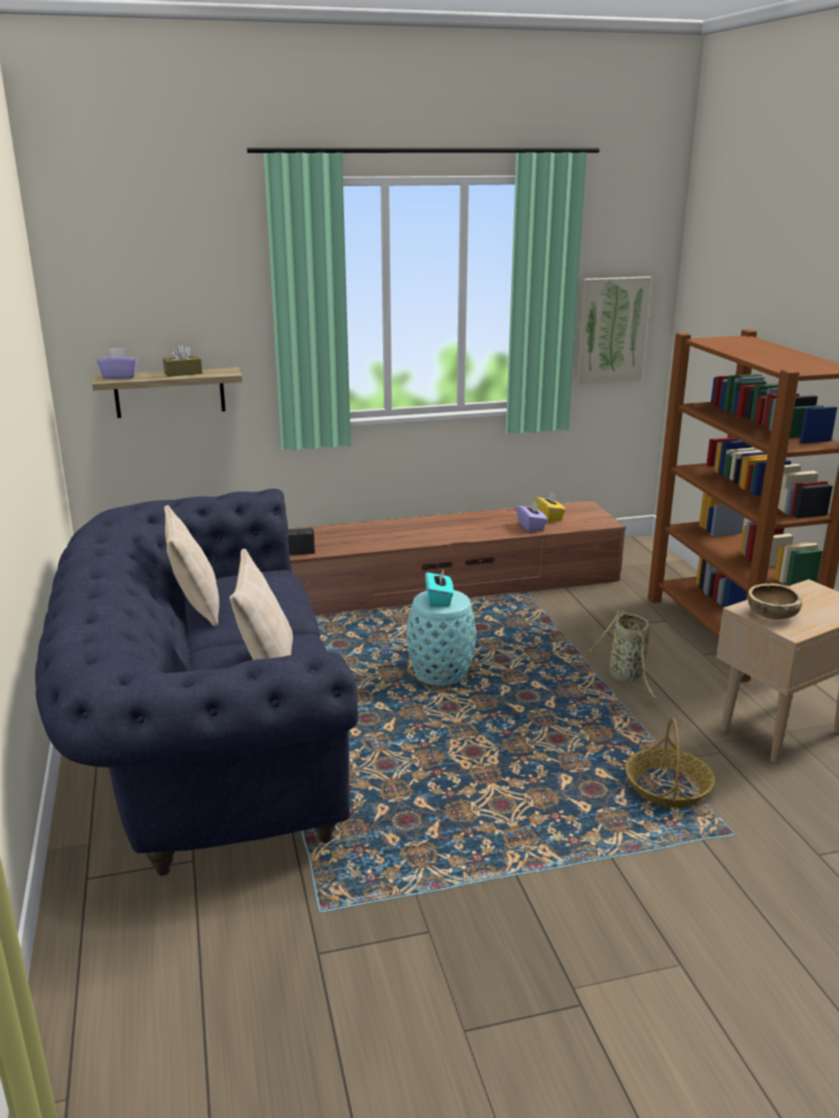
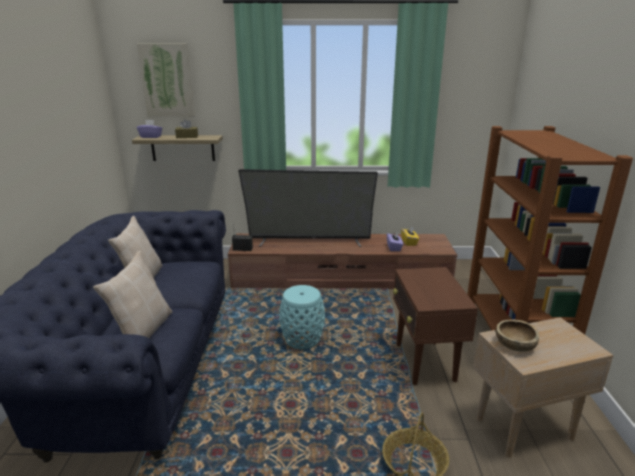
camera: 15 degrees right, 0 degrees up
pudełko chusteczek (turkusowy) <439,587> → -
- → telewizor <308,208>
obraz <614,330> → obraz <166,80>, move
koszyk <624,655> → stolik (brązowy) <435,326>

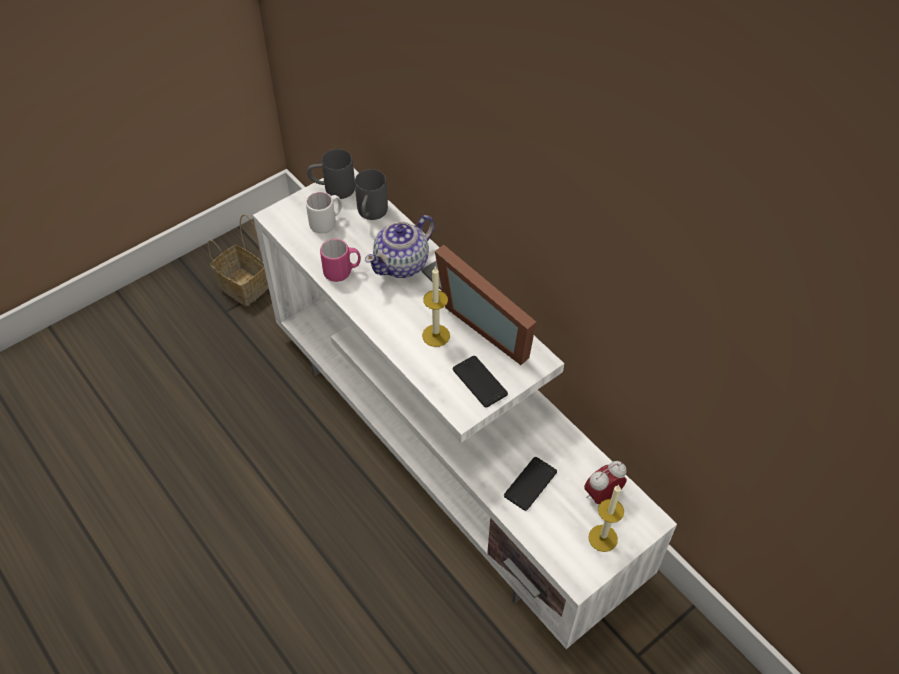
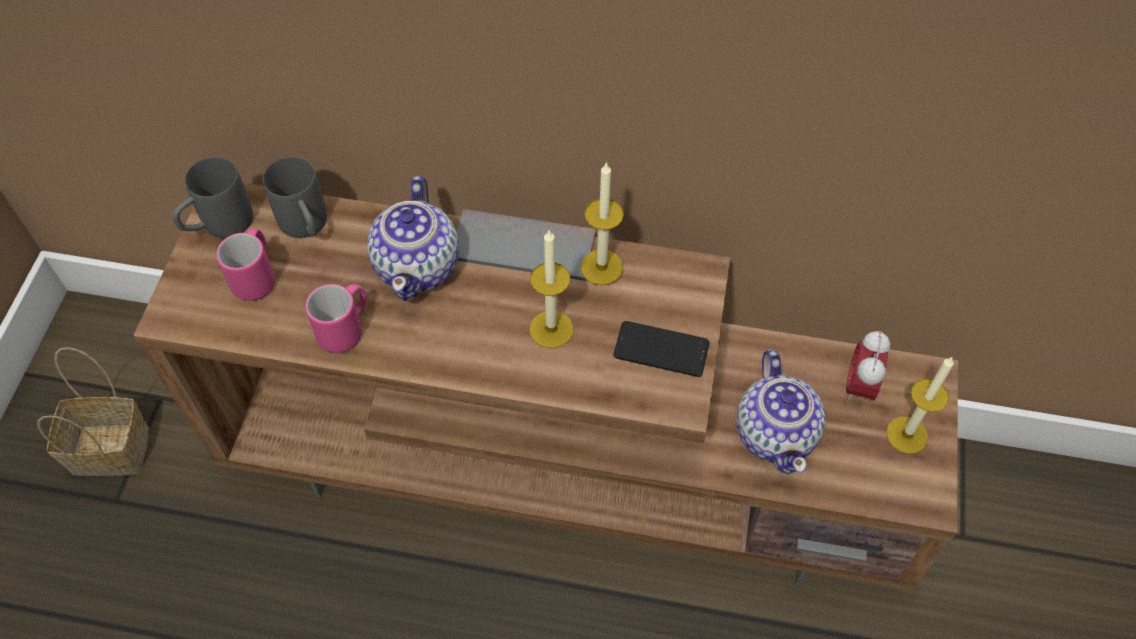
camera: 40 degrees left, 5 degrees up
ramka na zdjęcie <485,305> → świeca <602,223>
telefon <530,484> → imbryk <781,411>
szafka pod telewizor (biały) <465,409> → szafka pod telewizor (brązowy) <545,386>
kubek (biały) <324,213> → kubek (różowy) <245,264>

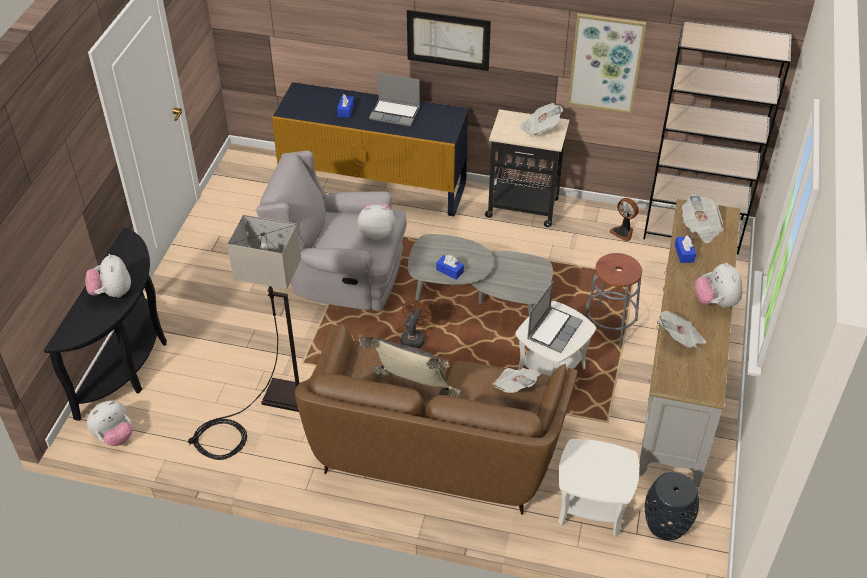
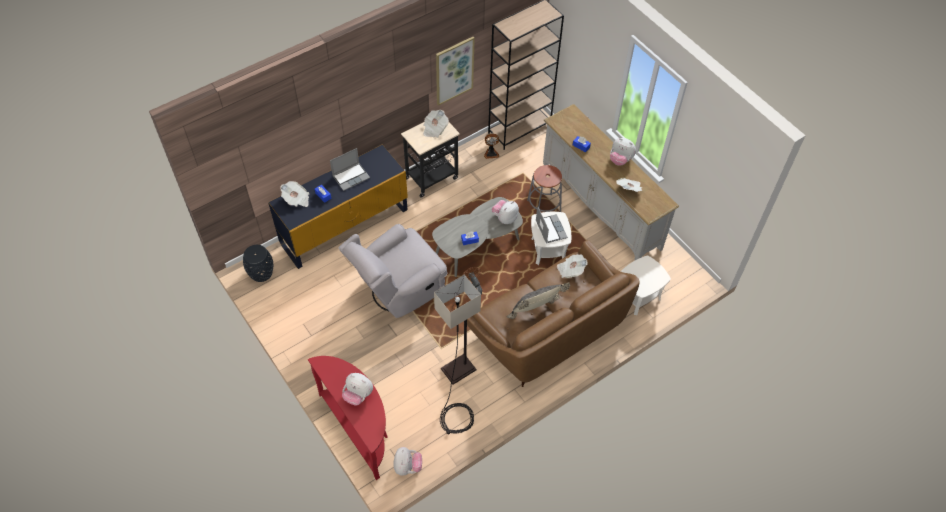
camera: 50 degrees left, 10 degrees up
obraz <449,40> → -
pluszak <377,222> → pluszak <505,212>, move
stołek (czarny) <672,506> → stołek (czarny) <258,263>, move
gazeta <703,218> → gazeta <294,194>, move
stolik konsolowy (czarny) <105,324> → stolik konsolowy (czerwony) <348,418>

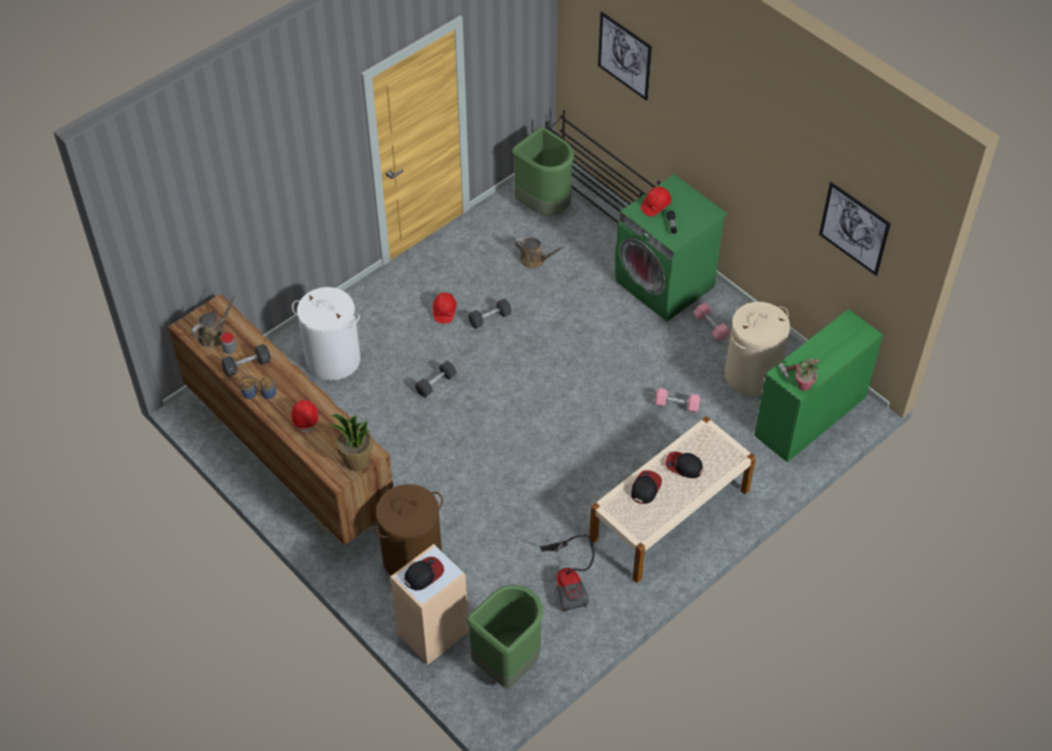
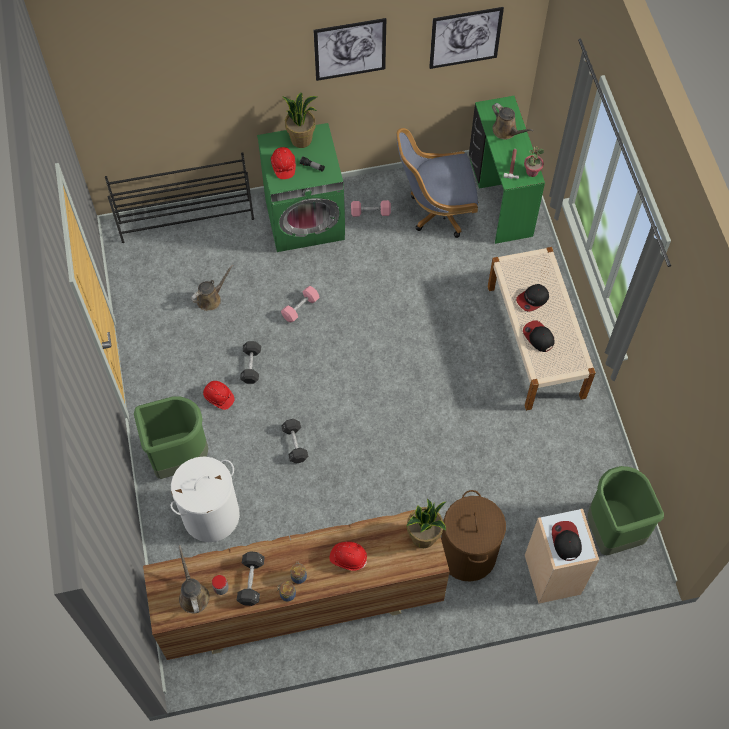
camera: 60 degrees left, 10 degrees up
odkurzacz <567,573> → -
- → roślina doniczkowa <299,120>
- → konewka (brązowy) <513,121>
kosz na śmieci (zielony) <543,171> → kosz na śmieci (zielony) <171,437>, move
obraz <625,56> → obraz <350,49>, move
hantel (różowy) <677,400> → hantel (różowy) <300,304>, move
kosz na pranie (beżowy) <757,349> → krzesło biurowe (niebieski) <437,183>

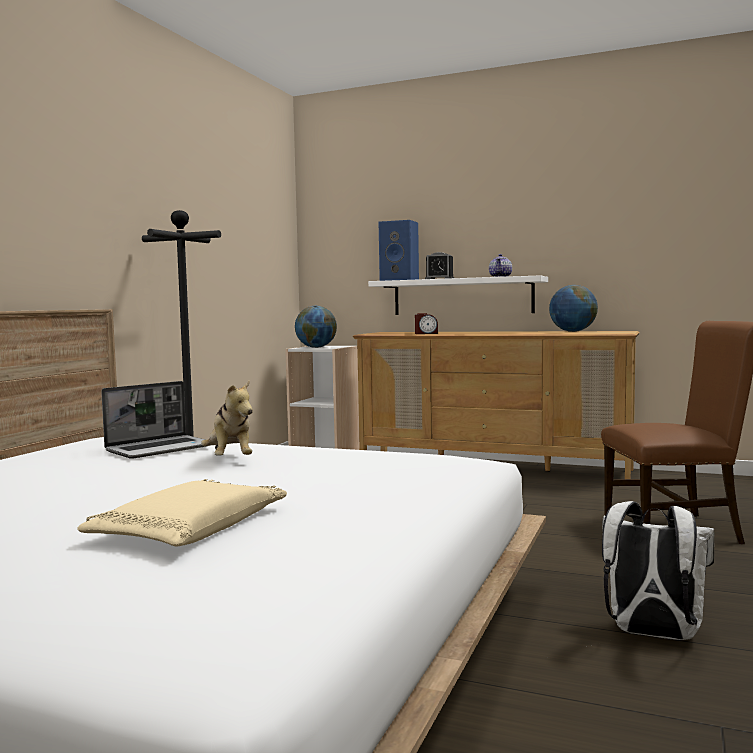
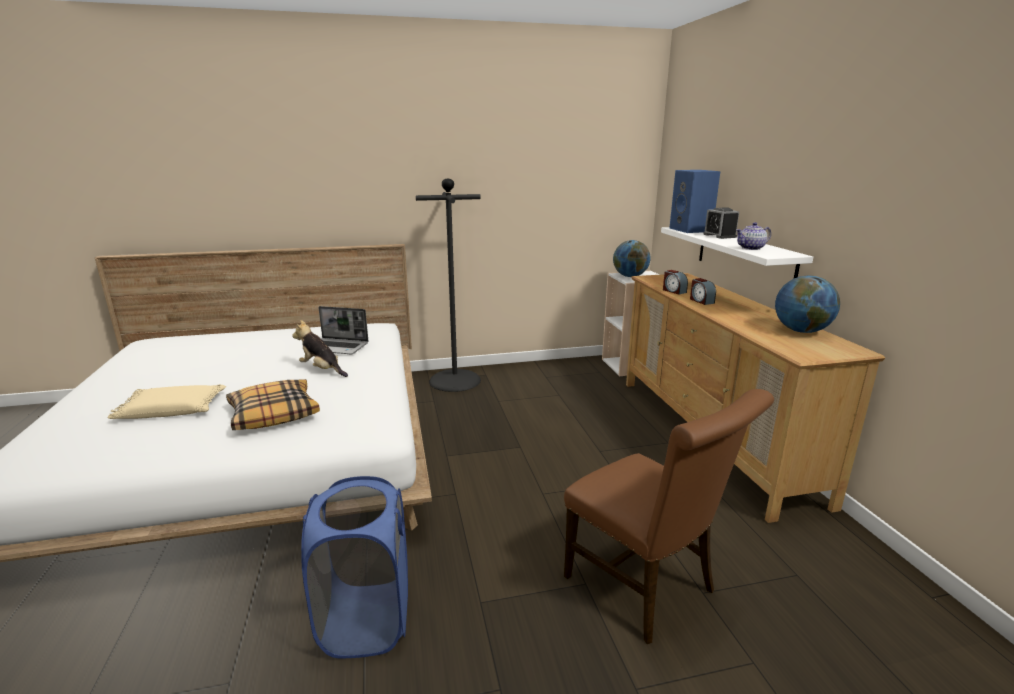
camera: 55 degrees right, 15 degrees up
- → poduszka <273,404>
- → budzik <703,291>
plecak (biały) <658,570> → kosz na pranie (niebieski) <354,567>
pluszak <227,418> → pluszak <320,348>, 90 degrees clockwise

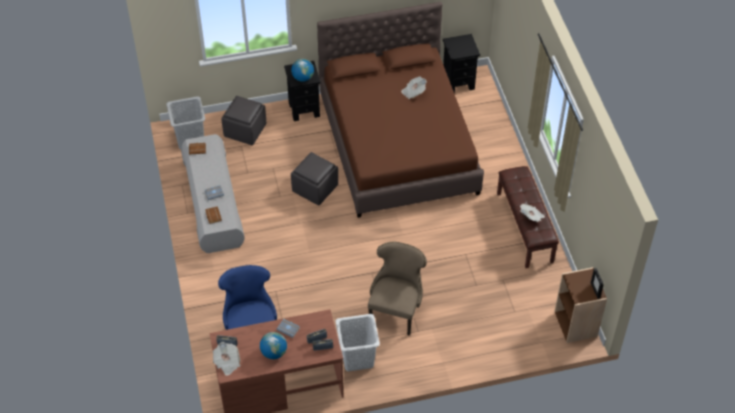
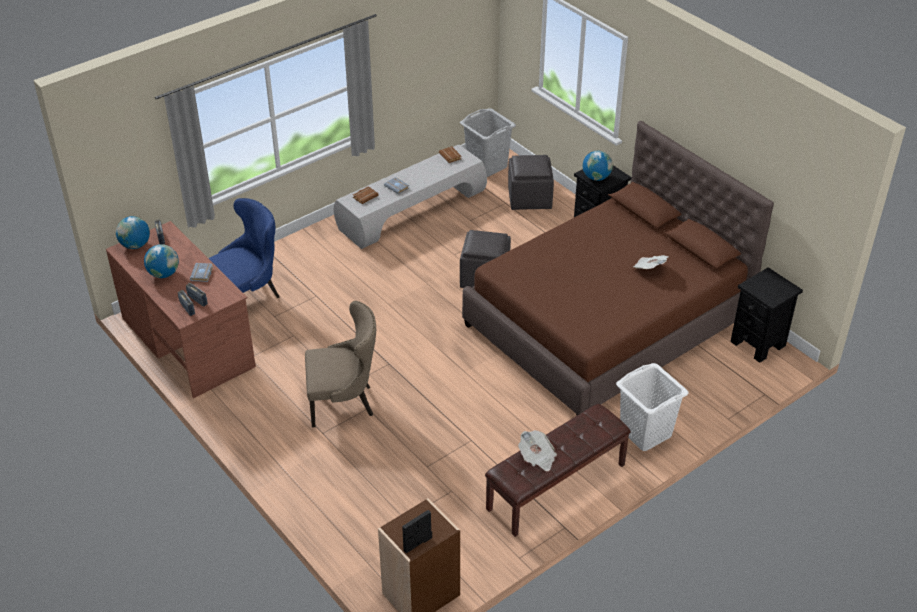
camera: 65 degrees right, 10 degrees down
kosz na pranie (biały) <357,342> → kosz na pranie (biały) <652,407>, move
gazeta <227,359> → globus <133,232>

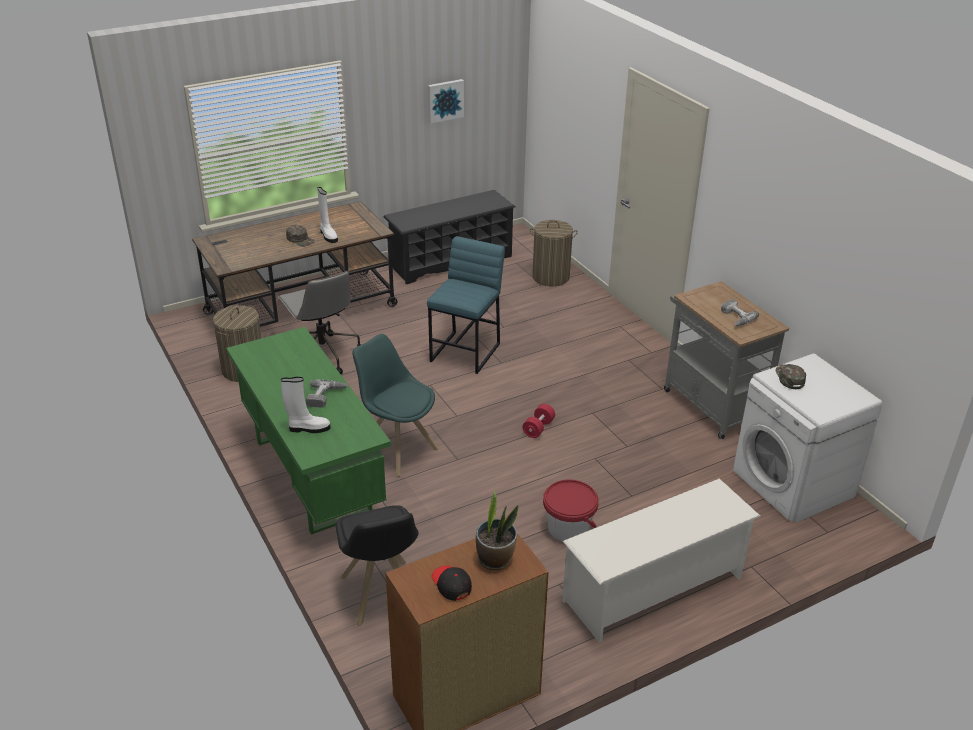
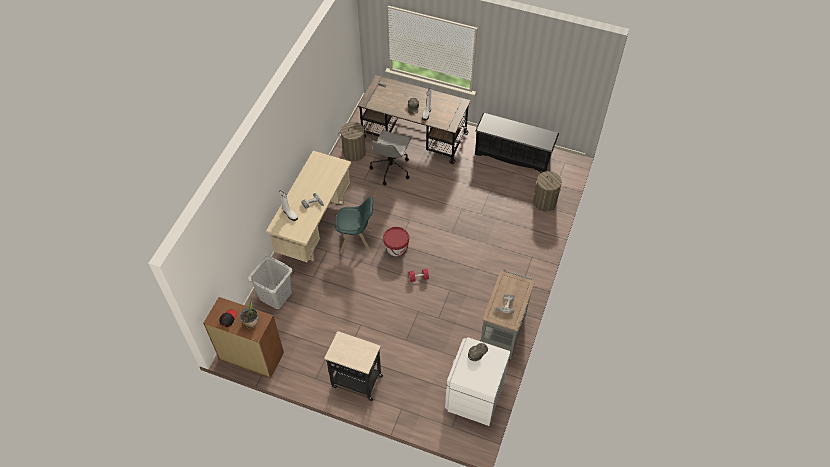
camera: 50 degrees right, 20 degrees up
stołek (niebieski) <466,305> → -
obraz <446,101> → -
wiadro (czerwony) <571,510> → wiadro (czerwony) <396,241>, move
krzesło (czarny) <377,565> → kosz na pranie (szary) <270,282>
regał na buty (biały) <661,561> → wózek <353,366>
biurko (zielony) <308,431> → biurko (beżowy) <308,206>
krzesło (turkusowy) <395,405> → krzesło (turkusowy) <354,225>, 90 degrees clockwise

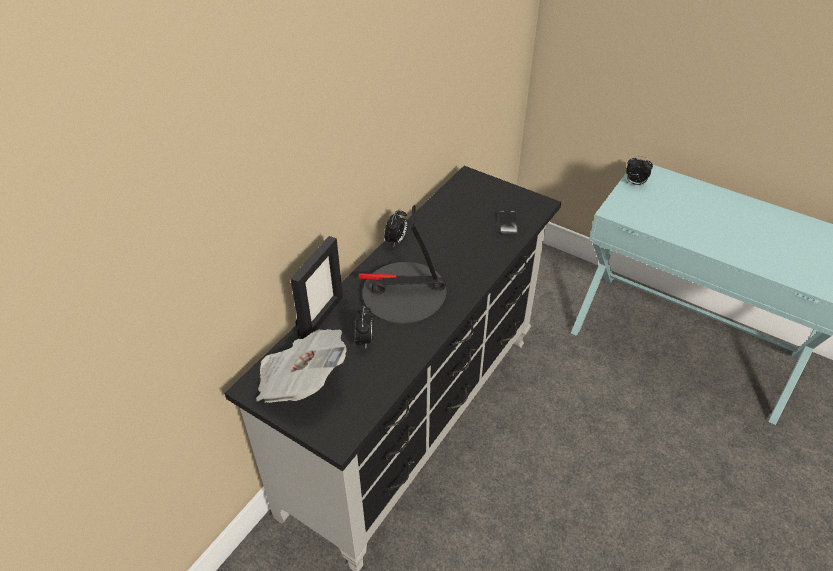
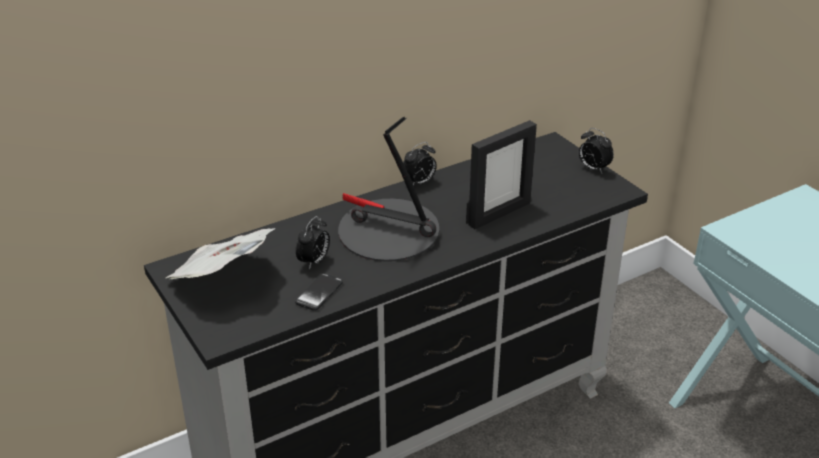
camera: 25 degrees right, 10 degrees down
ramka na zdjęcie <316,287> → ramka na zdjęcie <501,174>, move
telefon <508,223> → telefon <319,292>, move
budzik <639,170> → budzik <596,150>, move

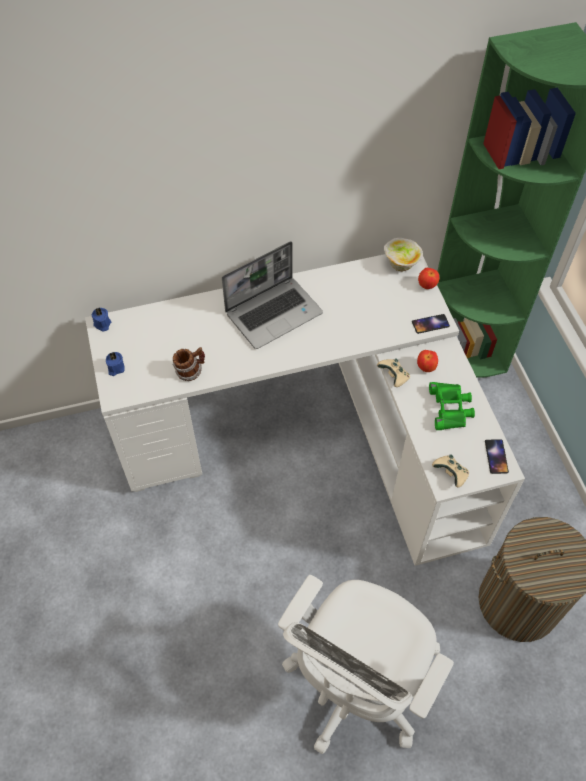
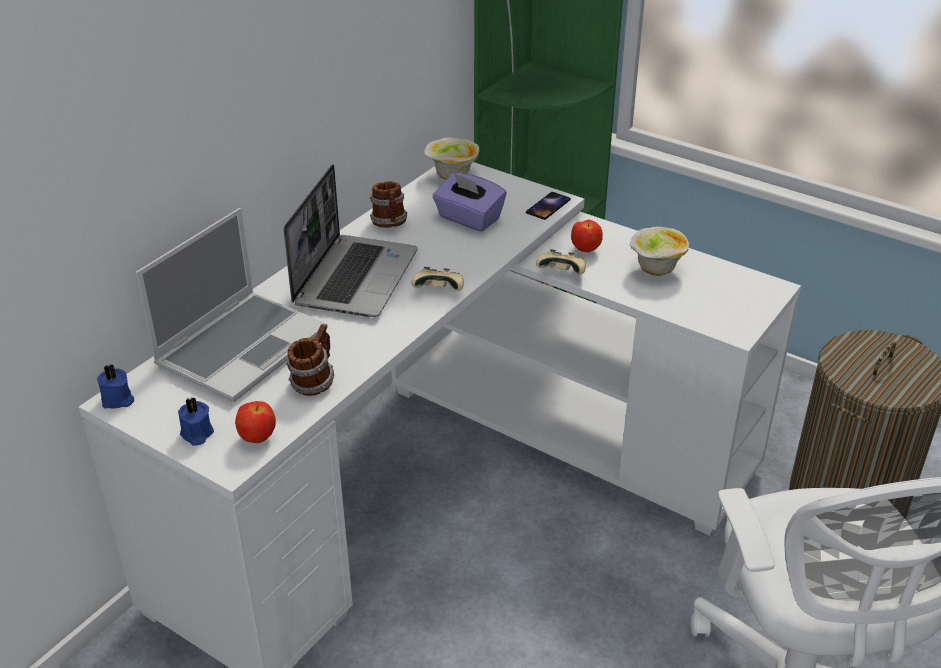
camera: 40 degrees left, 20 degrees down
telefon <497,456> → -
- → laptop <232,305>
- → kubek <389,205>
- → pudełko chusteczek (fioletowy) <470,202>
jabłko <428,278> → jabłko <255,422>, move
pad do gier (beżowy) <450,471> → pad do gier (beżowy) <437,279>, move
lornetka (zielony) <452,406> → miska <659,251>

